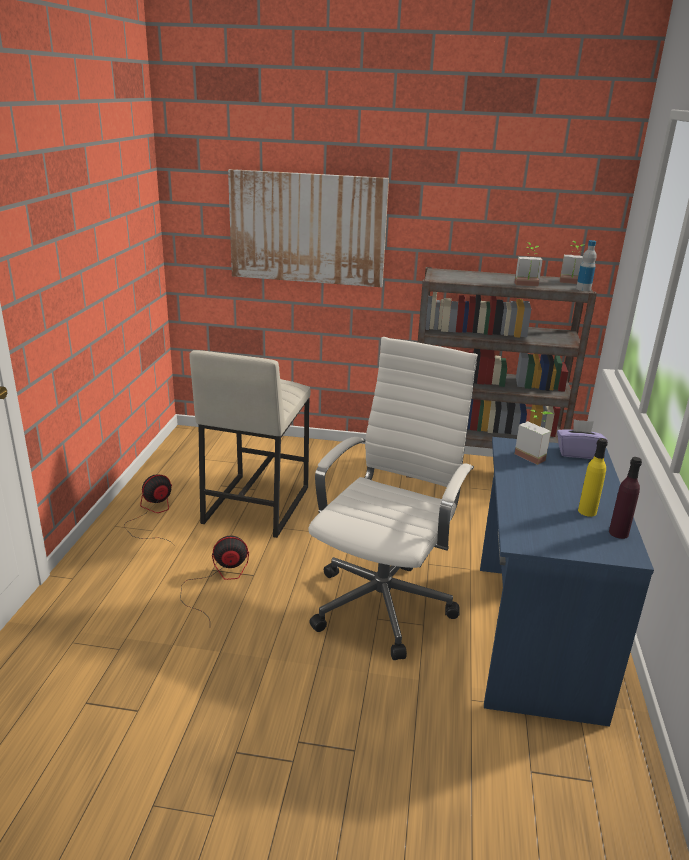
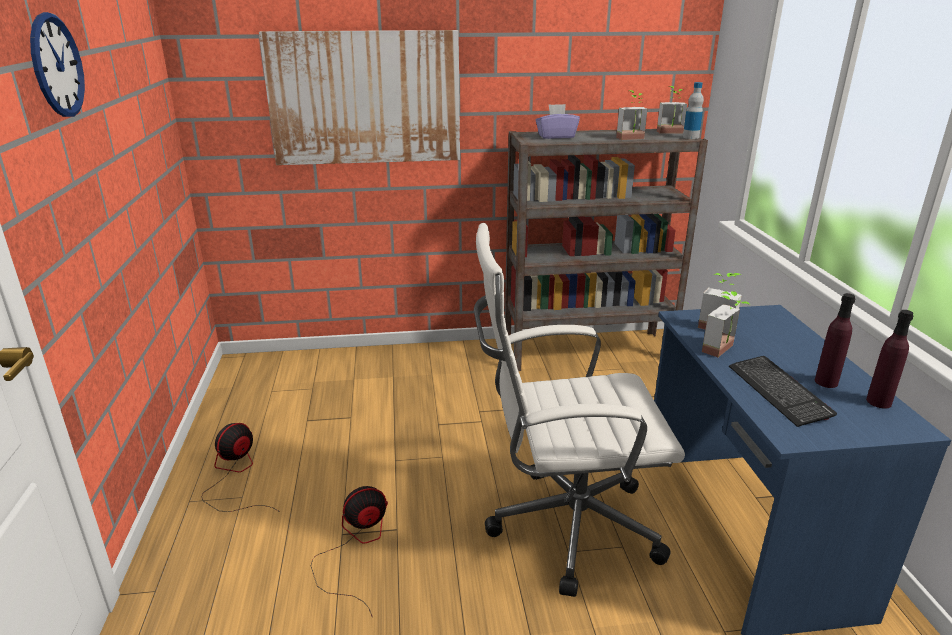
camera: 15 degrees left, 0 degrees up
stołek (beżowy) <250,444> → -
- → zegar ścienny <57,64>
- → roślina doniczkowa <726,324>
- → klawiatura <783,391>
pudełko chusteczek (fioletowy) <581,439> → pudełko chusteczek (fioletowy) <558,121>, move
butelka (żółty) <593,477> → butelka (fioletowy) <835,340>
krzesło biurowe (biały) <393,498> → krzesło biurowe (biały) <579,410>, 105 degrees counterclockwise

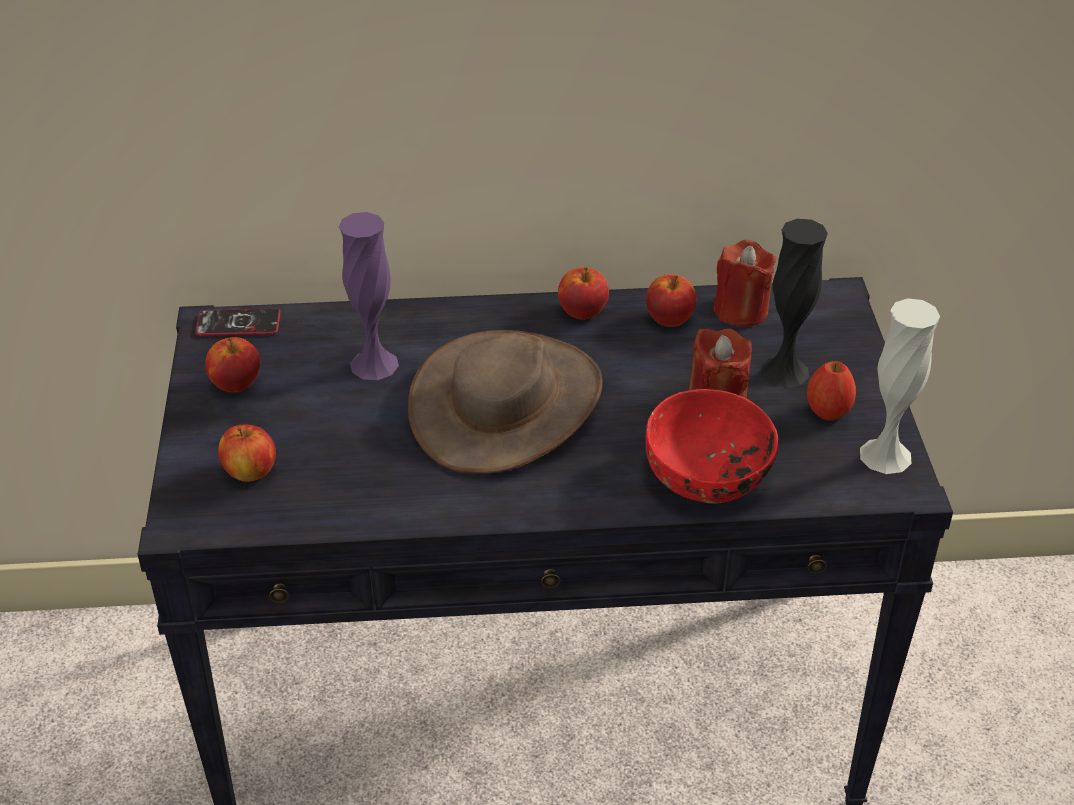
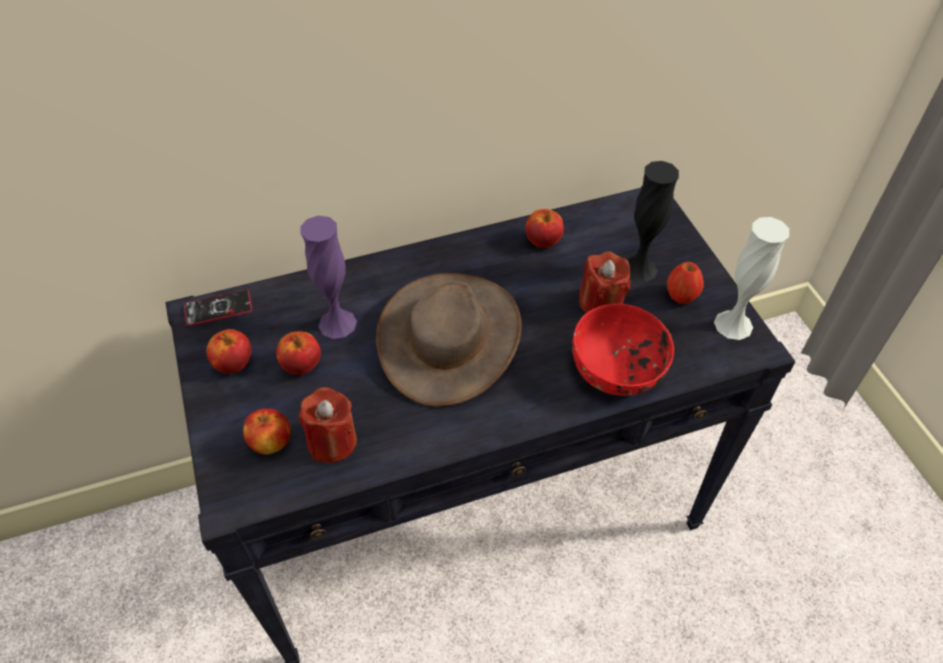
camera: 15 degrees left, 10 degrees up
jabłko <583,293> → jabłko <298,353>, move
świeca (czerwony) <745,283> → świeca (czerwony) <327,425>, move

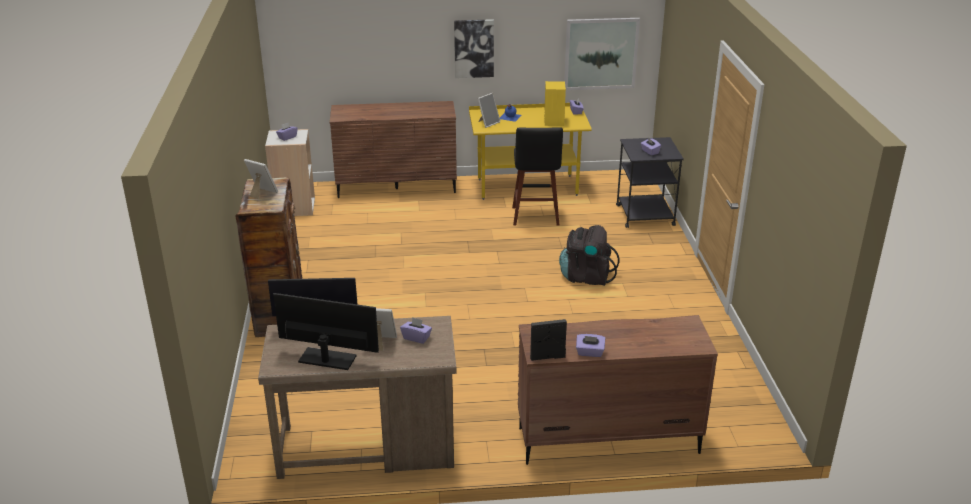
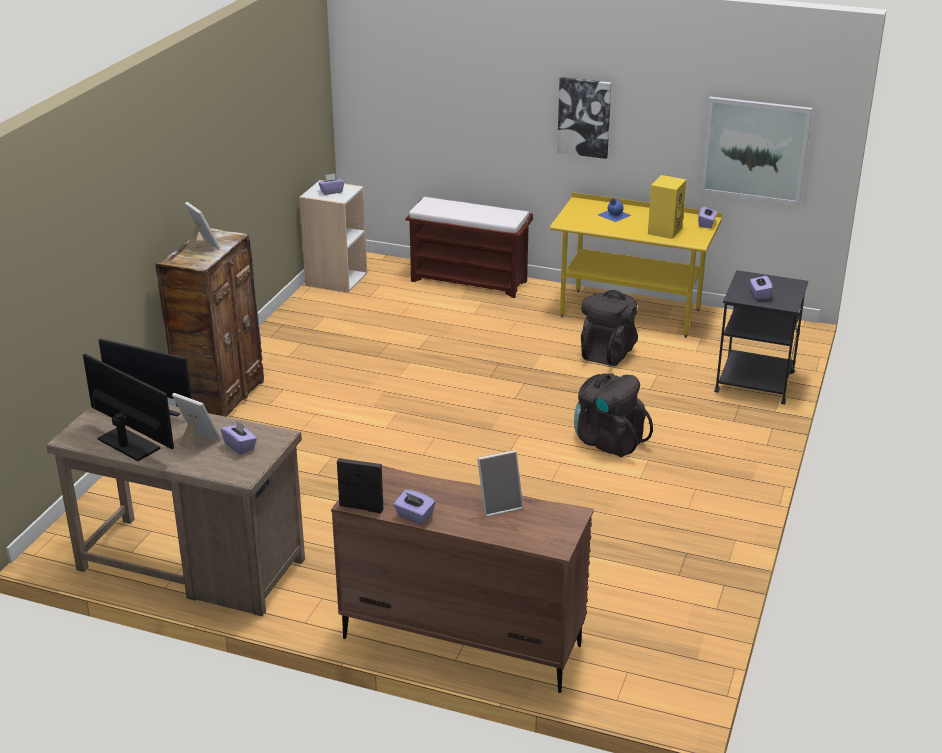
camera: 25 degrees right, 0 degrees up
ramka na zdjęcie <489,110> → ramka na zdjęcie <500,483>, move
komoda (brązowy) <393,149> → ławka (brązowy) <469,247>
stołek (czarny) <537,176> → plecak (czarny) <609,328>

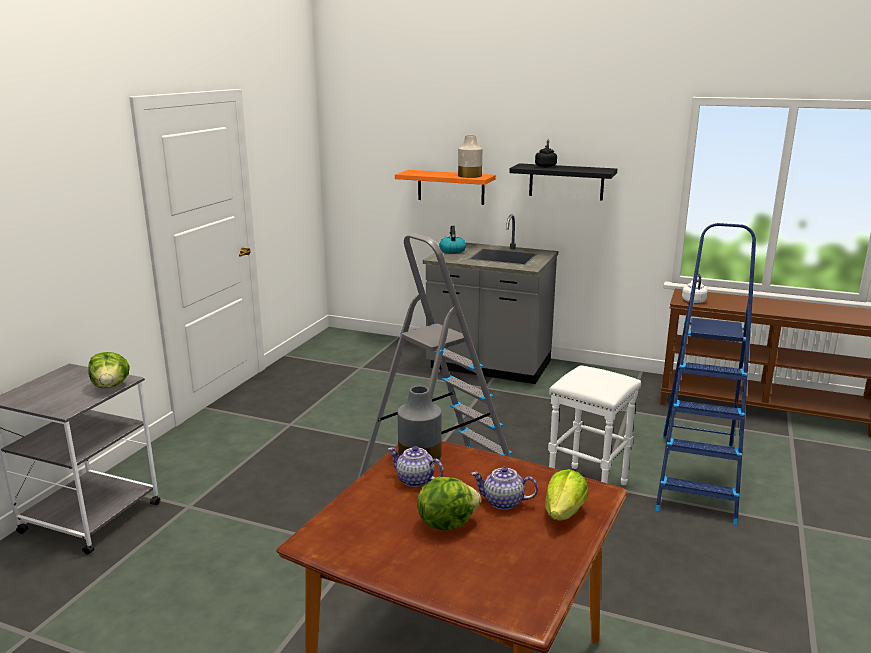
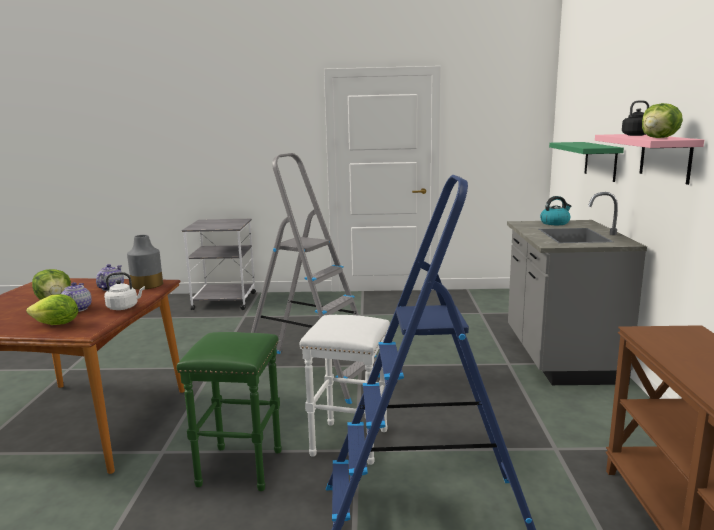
camera: 70 degrees right, 5 degrees down
wazon (beżowy) <470,156> → -
- → stołek (zielony) <229,411>
sałata <109,370> → sałata <662,120>, move
czajnik (biały) <694,288> → czajnik (biały) <124,291>, move
półka (pomarańczowy) <445,187> → półka (zielony) <586,162>
półka (czarny) <563,181> → półka (różowy) <649,159>

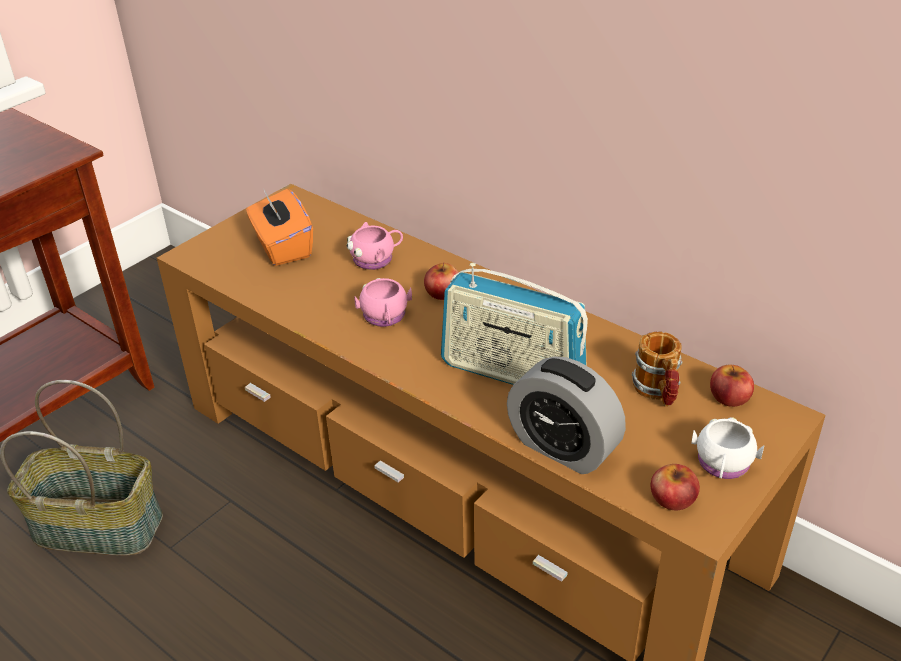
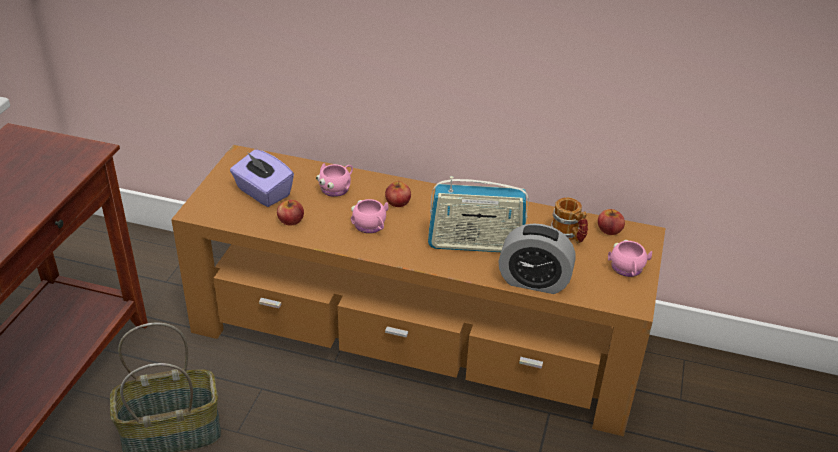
camera: 25 degrees left, 0 degrees up
jabłko <675,487> → jabłko <290,212>, move
pudełko chusteczek (pomarańczowy) <279,227> → pudełko chusteczek (fioletowy) <262,178>
kubek (biały) <727,448> → kubek (różowy) <630,258>

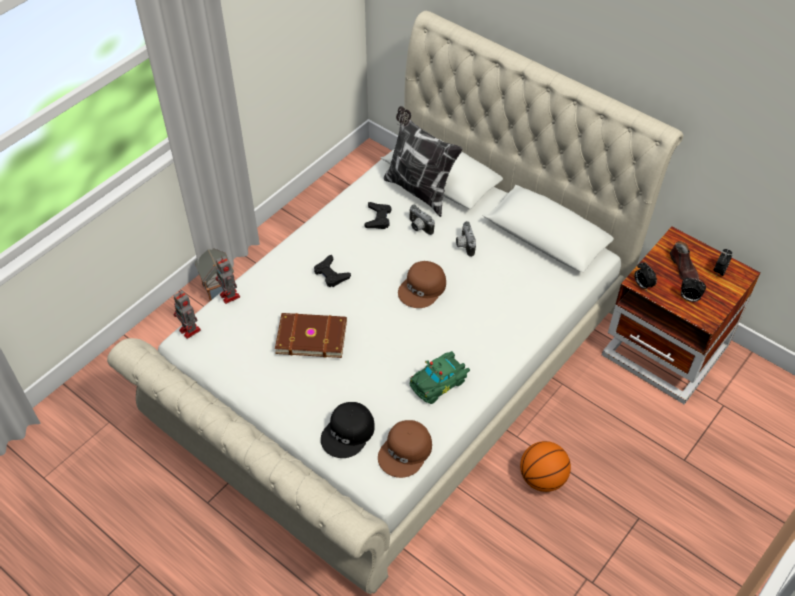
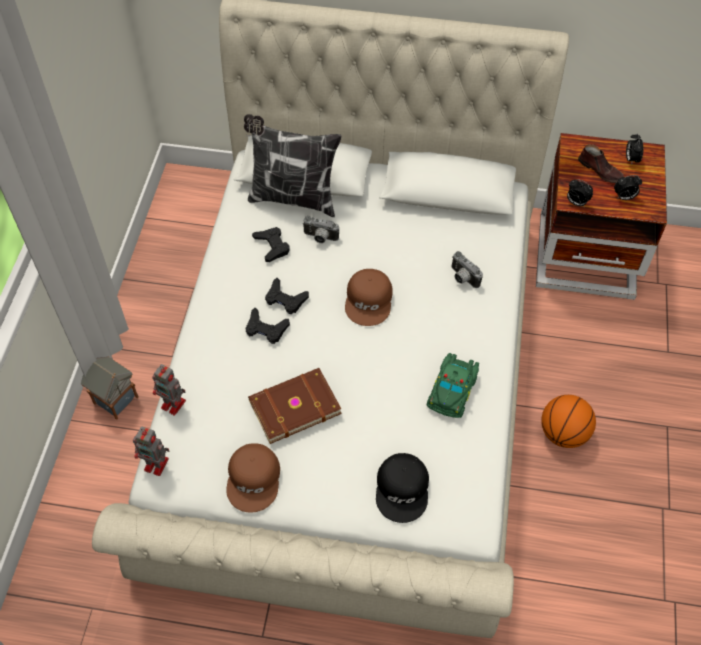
camera: 30 degrees left, 5 degrees up
- → pad do gier (czarny) <287,296>
czapka z daszkiem (brązowy) <405,449> → czapka z daszkiem (brązowy) <253,478>, move
aparat fotograficzny <466,239> → aparat fotograficzny <467,269>, move

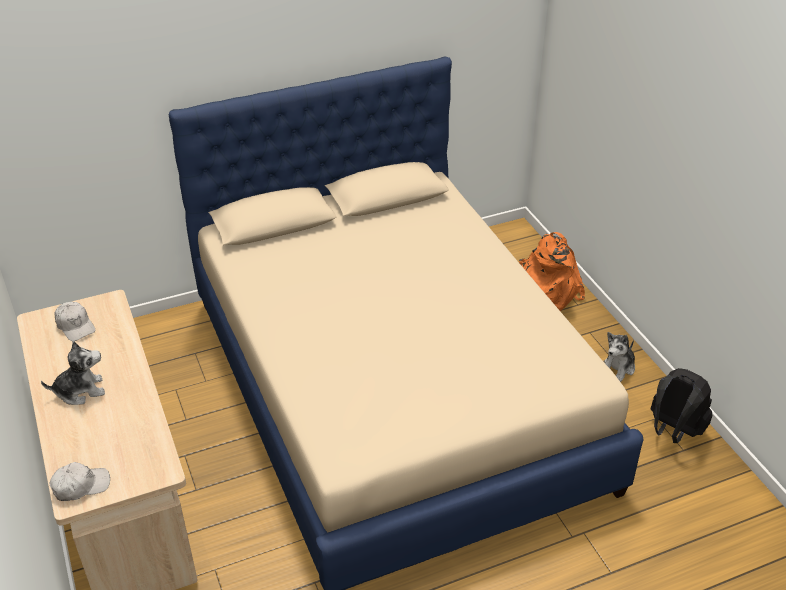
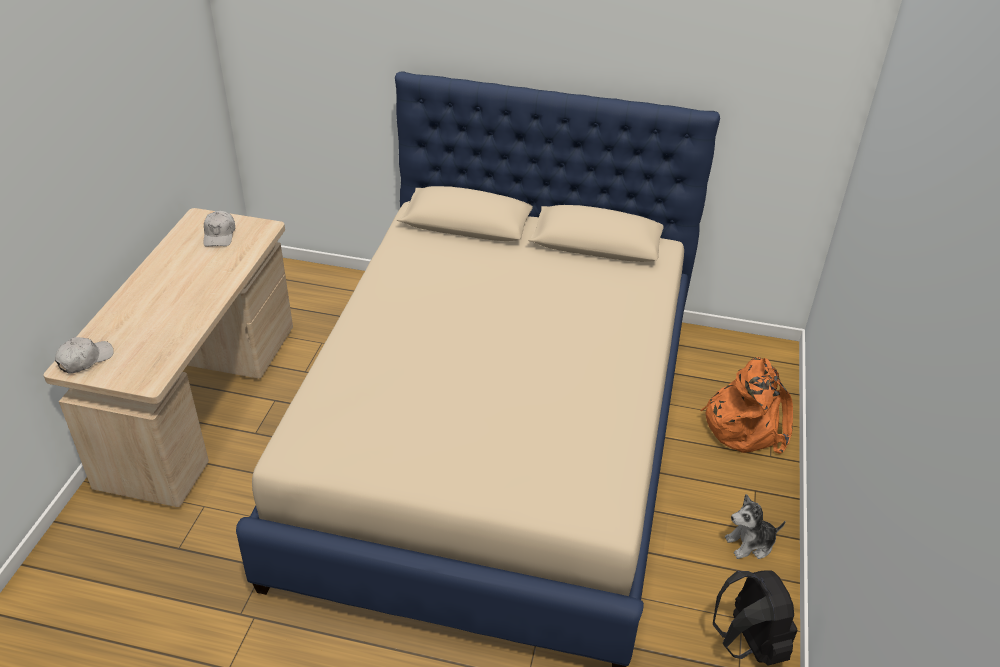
camera: 35 degrees right, 0 degrees up
pluszak <73,373> → -
czapka z daszkiem (biały) <80,481> → czapka z daszkiem (biały) <84,355>, 60 degrees counterclockwise

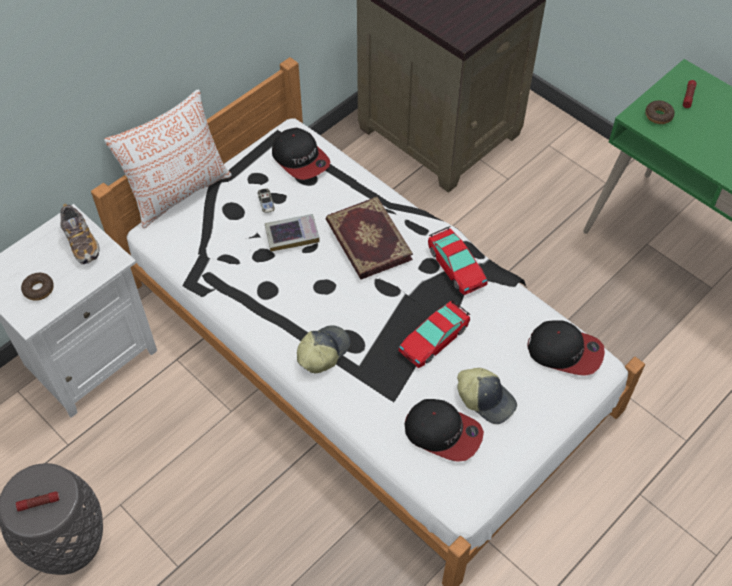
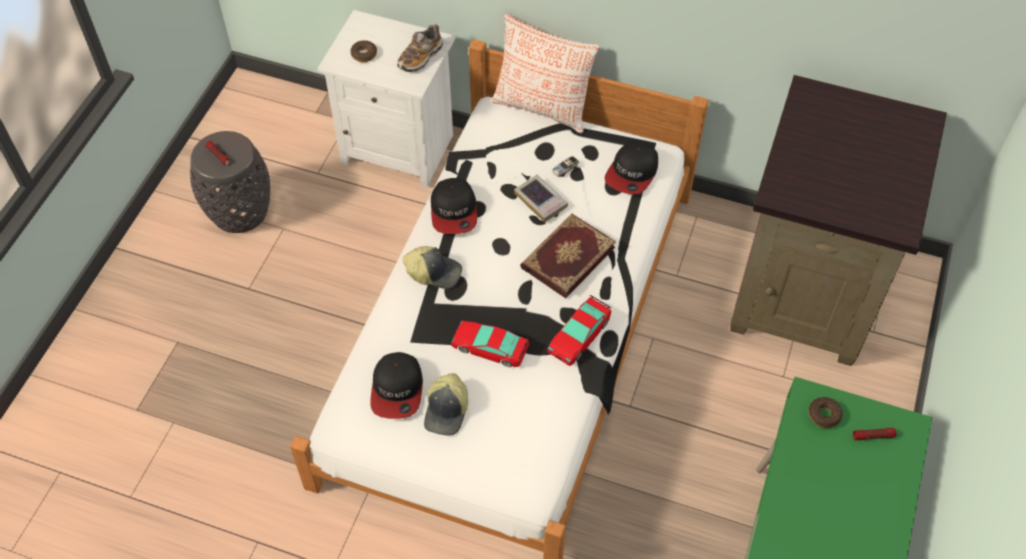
camera: 65 degrees right, 0 degrees up
czapka z daszkiem <566,347> → czapka z daszkiem <454,206>, move

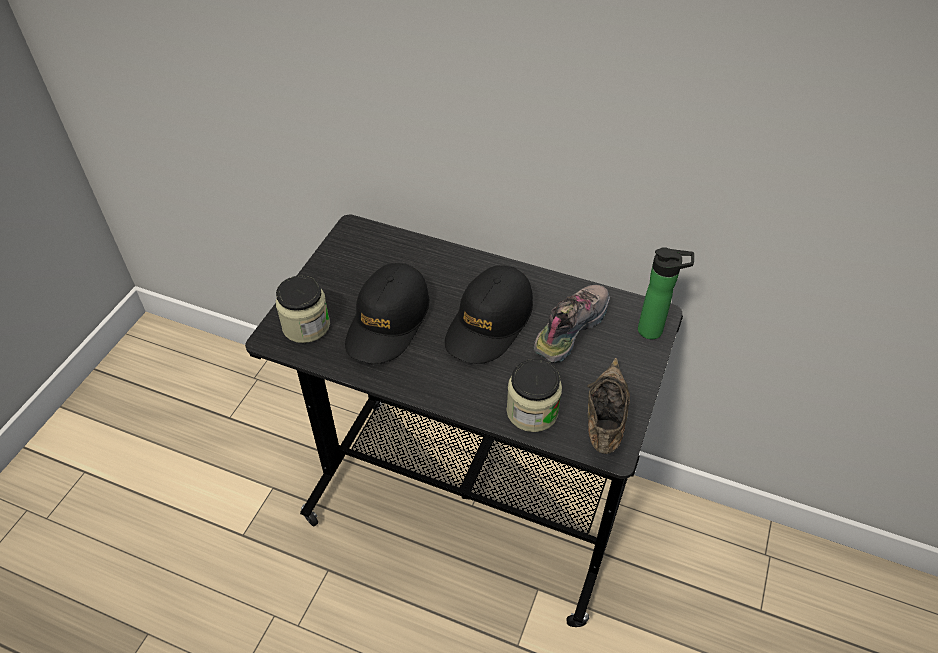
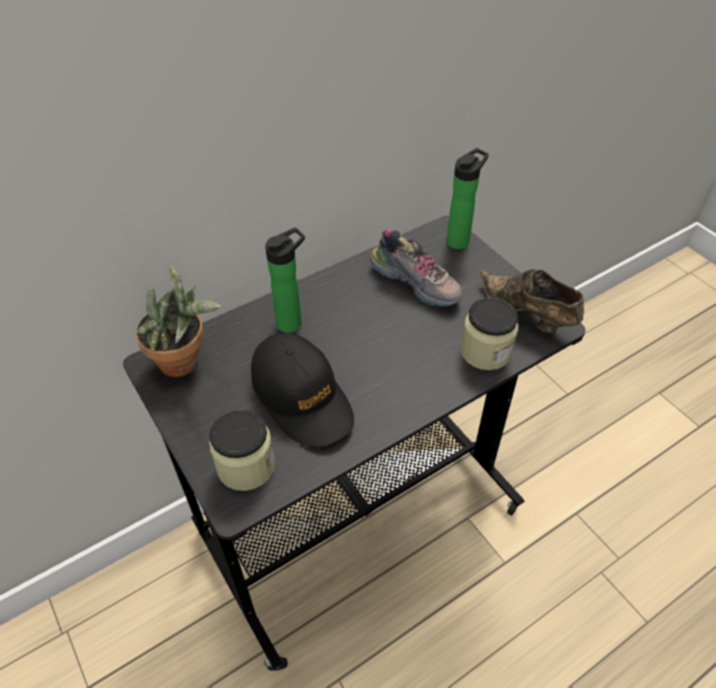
camera: 55 degrees left, 0 degrees up
czapka z daszkiem (czarny) <489,314> → -
- → roślina doniczkowa <178,319>
- → butelka <285,280>
but <572,324> → but <416,268>, 150 degrees clockwise

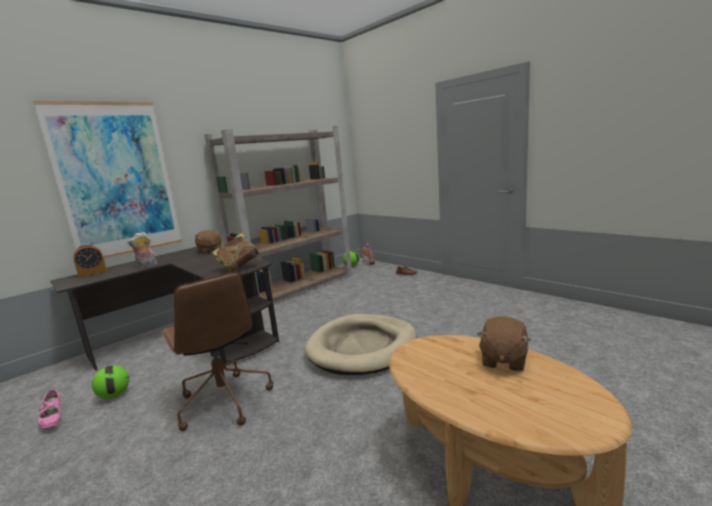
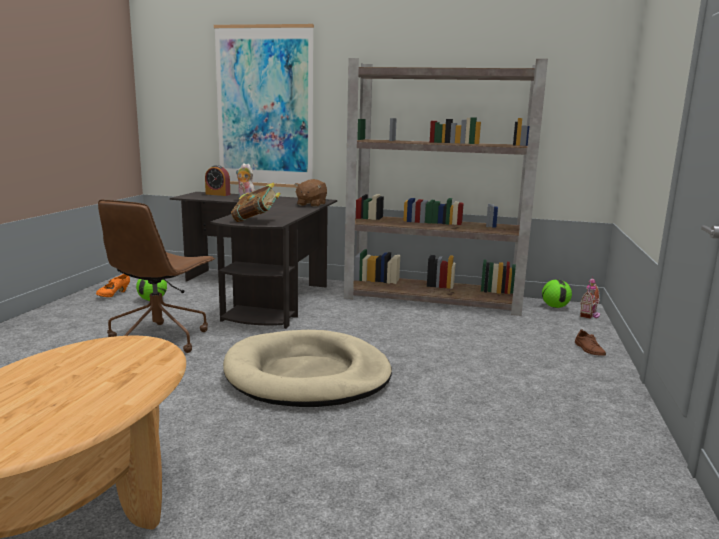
camera: 55 degrees right, 0 degrees up
pluszak (brązowy) <504,344> → -
but (różowy) <49,409> → but (pomarańczowy) <113,285>

